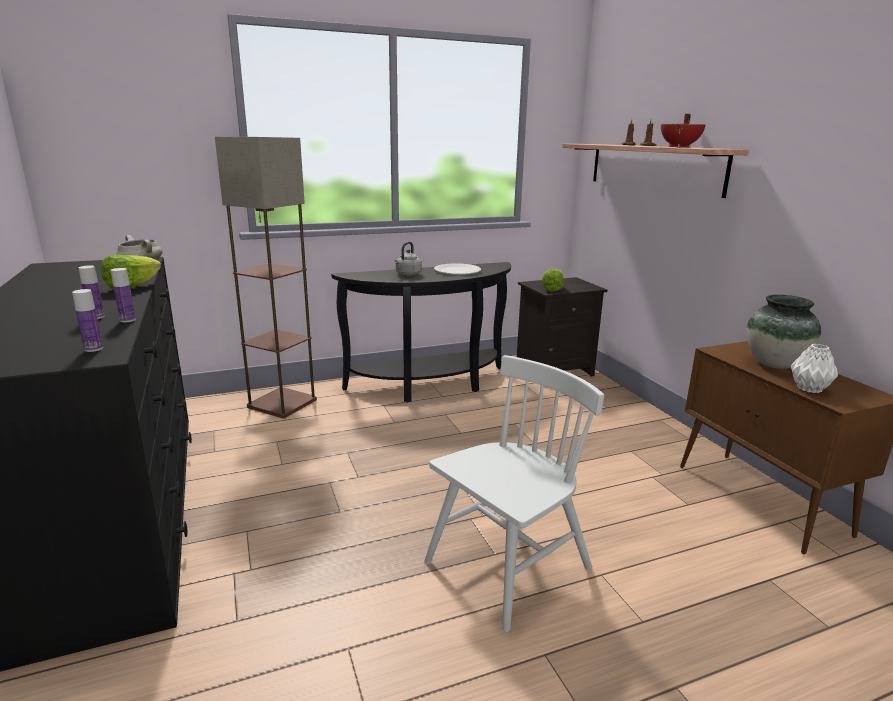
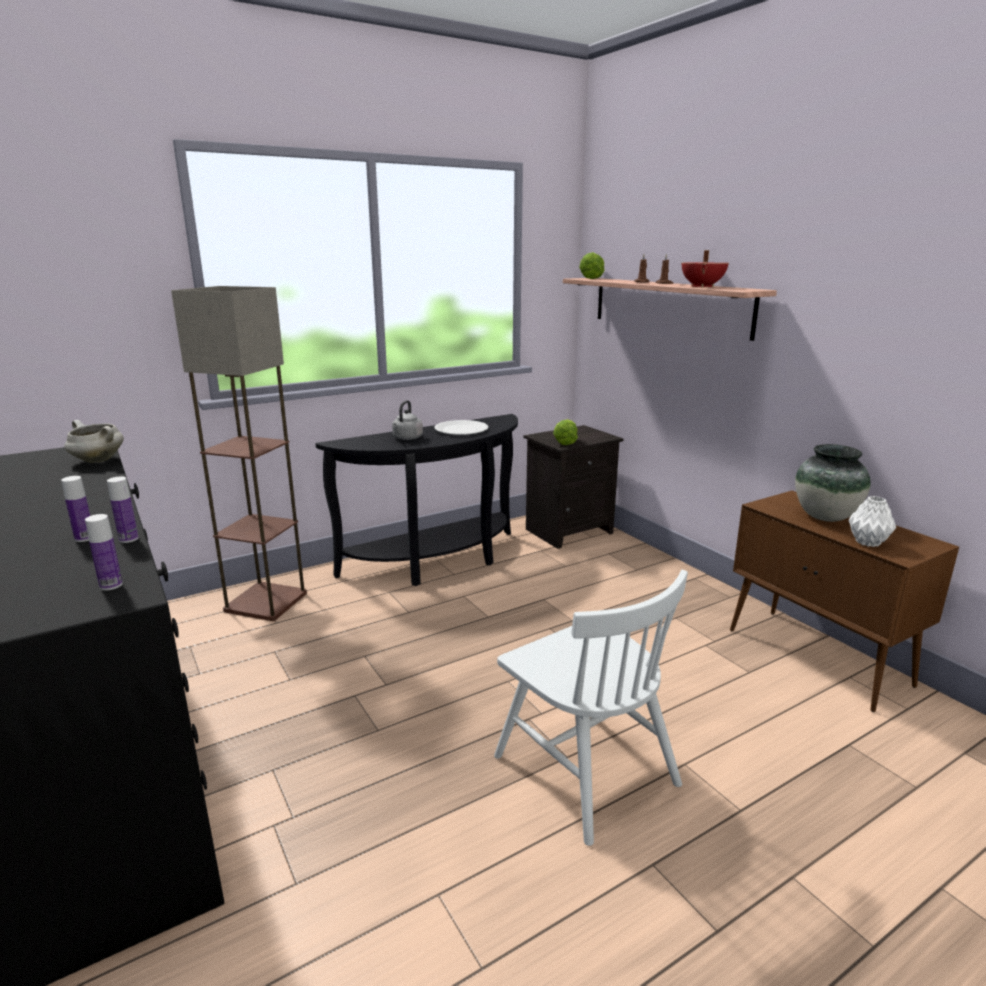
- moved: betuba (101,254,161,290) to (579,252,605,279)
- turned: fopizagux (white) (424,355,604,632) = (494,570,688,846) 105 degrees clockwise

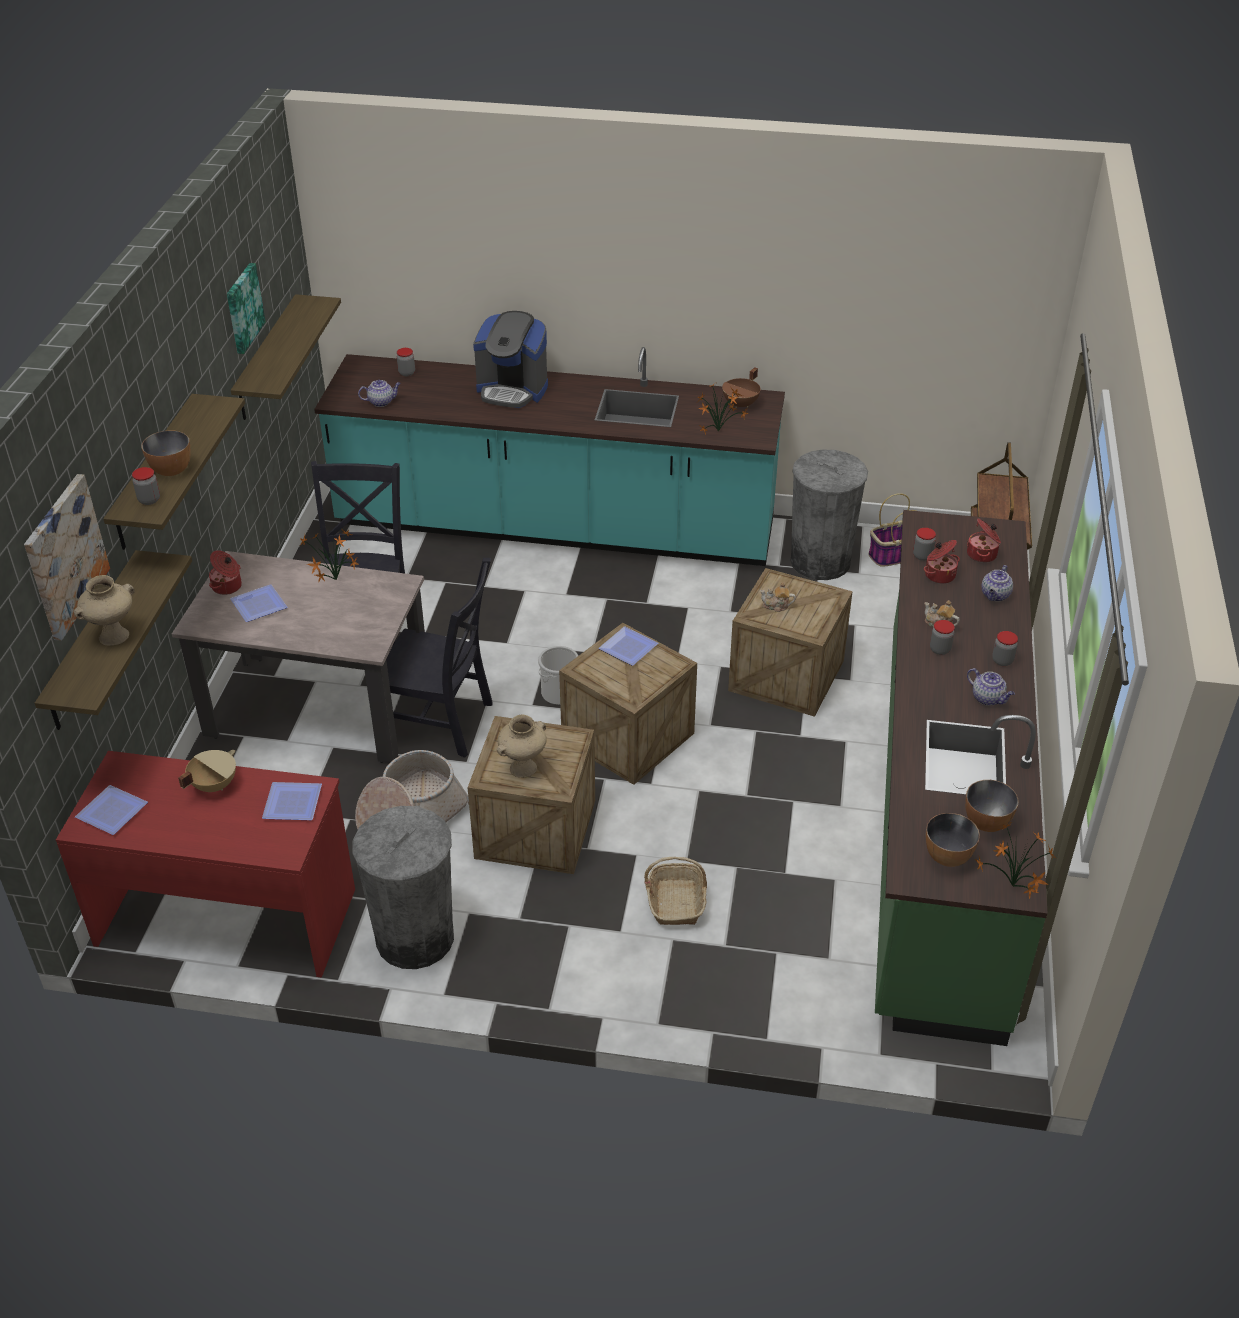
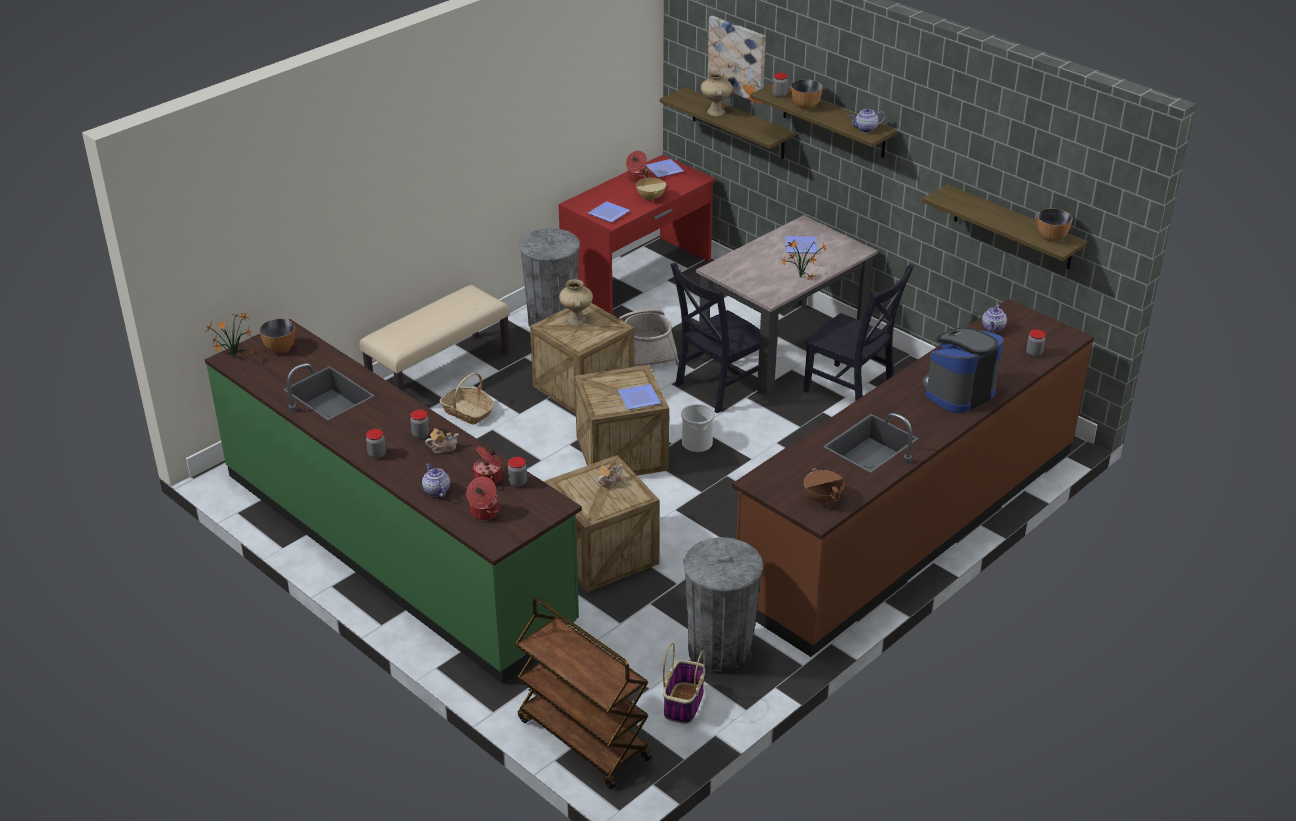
- removed: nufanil (227,263,266,354)
- removed: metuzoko (698,383,749,435)
- added: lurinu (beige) (359,285,510,392)
- moved: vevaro (209,550,242,595) to (626,151,648,183)
- moved: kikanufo (965,780,1018,832) to (1037,209,1073,242)
- moved: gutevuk (967,668,1015,706) to (849,108,885,133)
- recoloured: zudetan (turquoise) (314,347,785,566) to zudetan (brown) (732,299,1094,657)

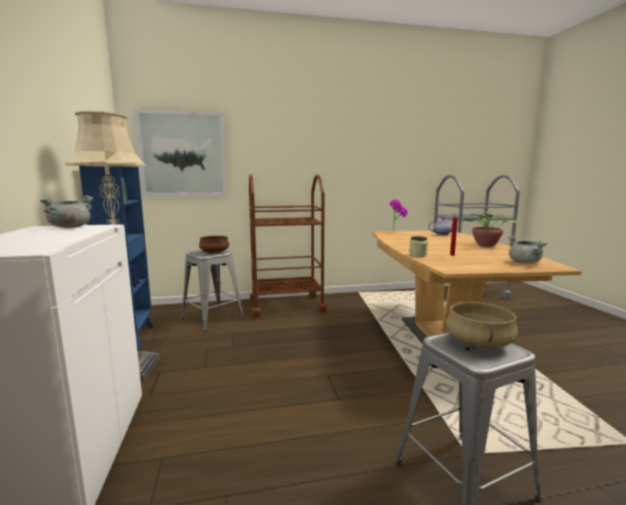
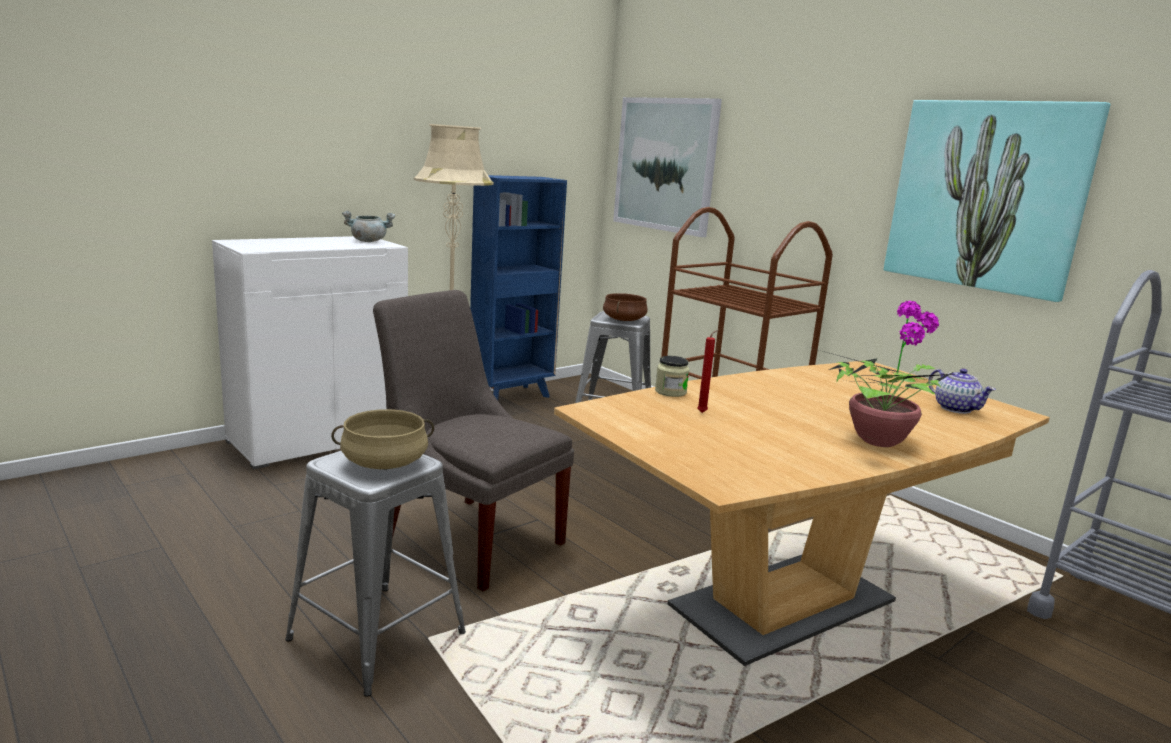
- removed: vevaro (grey) (508,236,547,263)
- added: fopizagux (grey) (373,290,574,592)
- added: nufanil (884,100,1111,302)

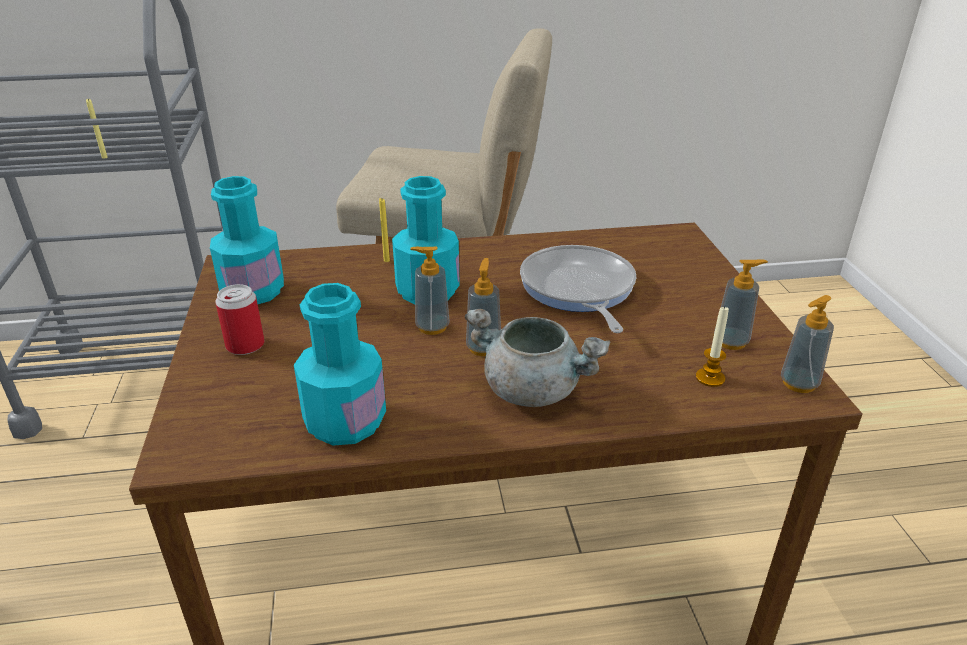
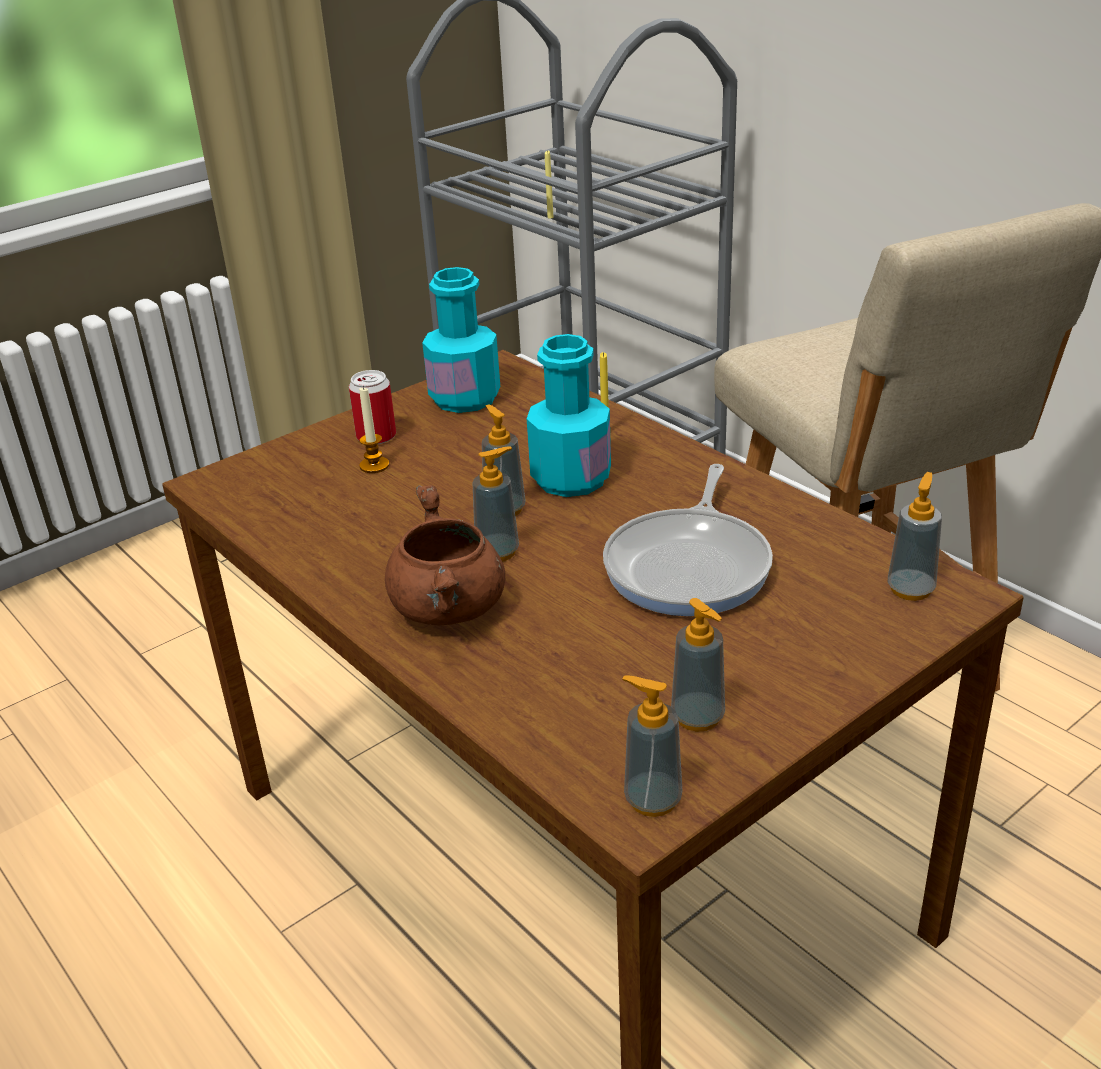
- removed: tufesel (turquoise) (294,283,386,446)
- added: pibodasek (888,472,942,601)
- moved: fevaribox (696,306,729,387) to (359,386,389,473)
- recoloured: vevaro (grey) (465,309,611,407) to vevaro (brown) (385,485,505,625)
- turned: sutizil (520,245,636,333) = (603,464,773,616) 150 degrees clockwise

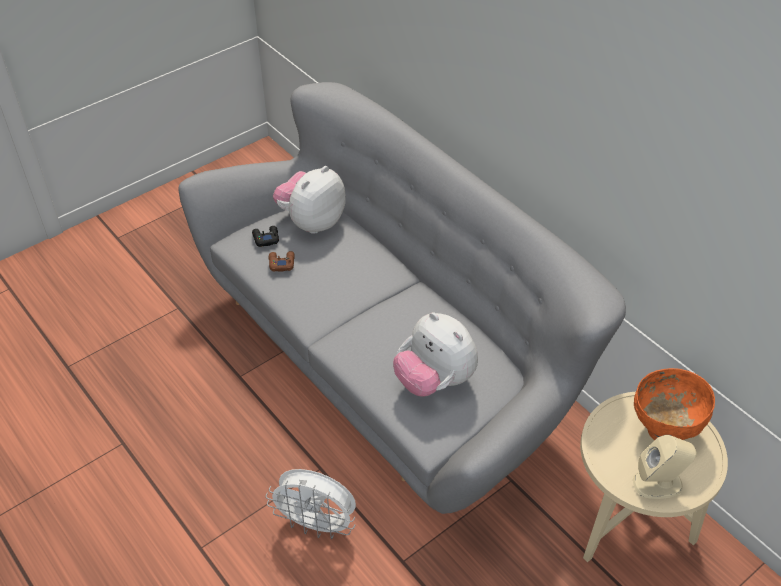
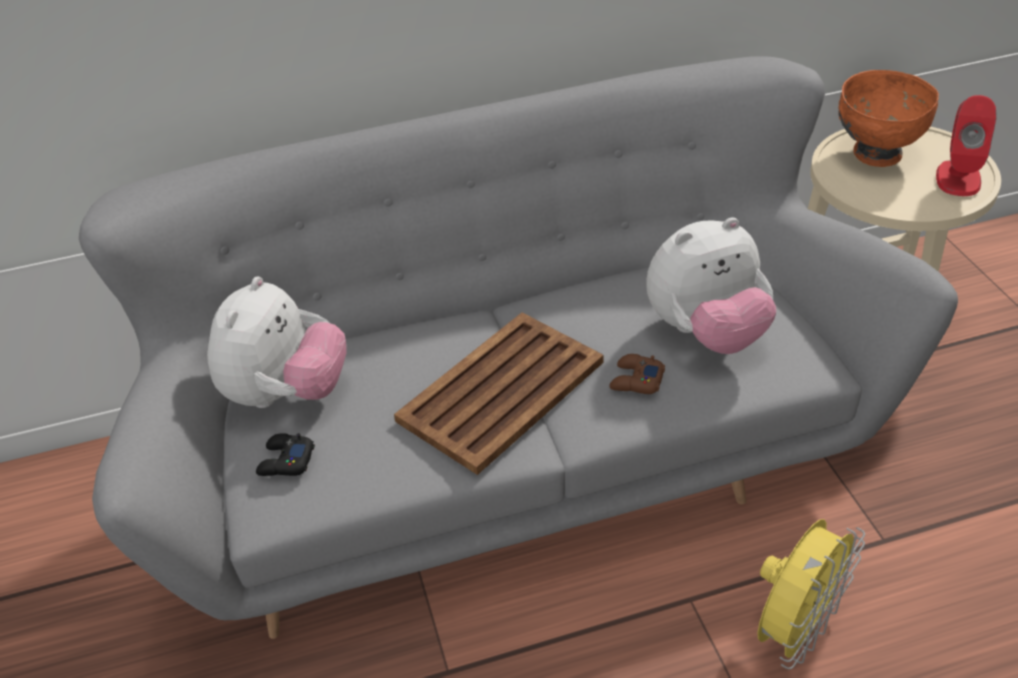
- added: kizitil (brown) (394,312,604,475)
- moved: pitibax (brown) (269,251,295,272) to (609,354,665,394)
- recoloured: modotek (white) (265,469,356,539) to modotek (yellow) (757,519,865,669)
- recoloured: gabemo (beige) (633,435,697,499) to gabemo (red) (936,95,997,196)
- turned: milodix (273,166,346,234) = (207,276,347,408) 135 degrees counterclockwise

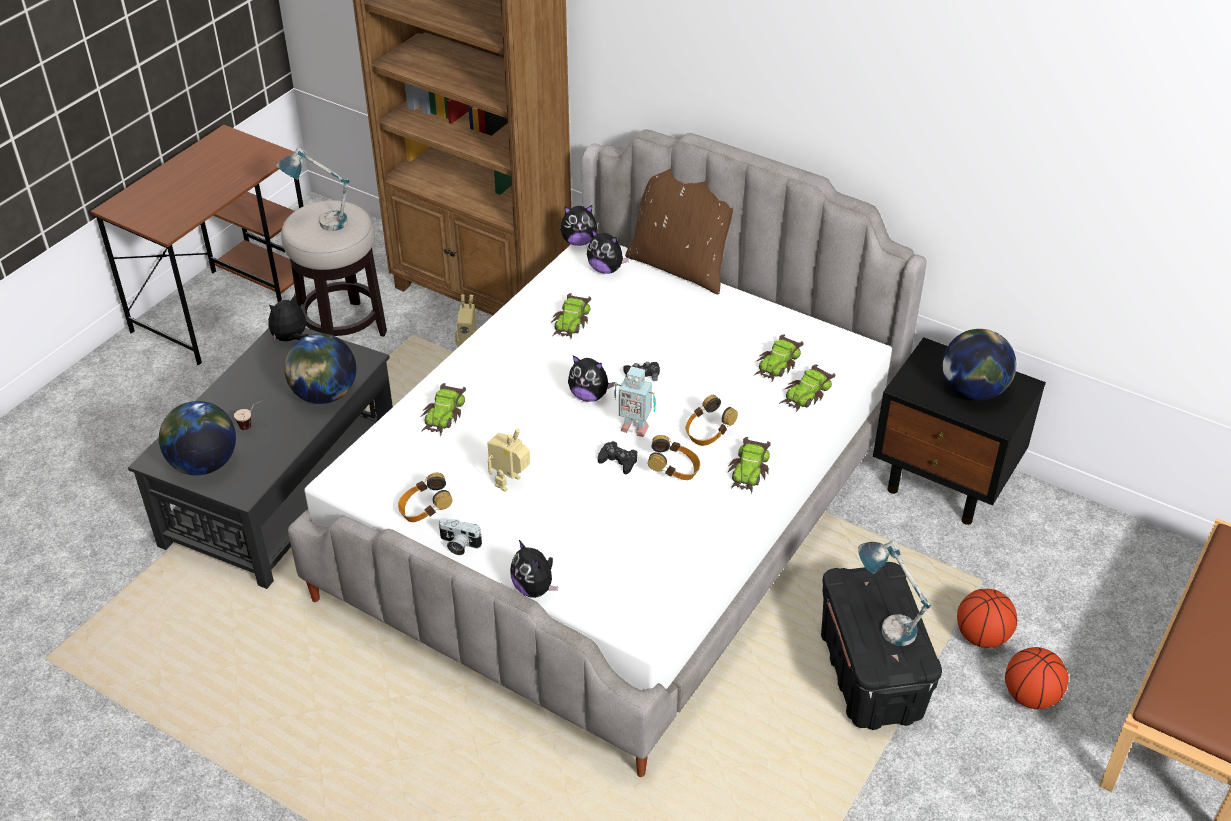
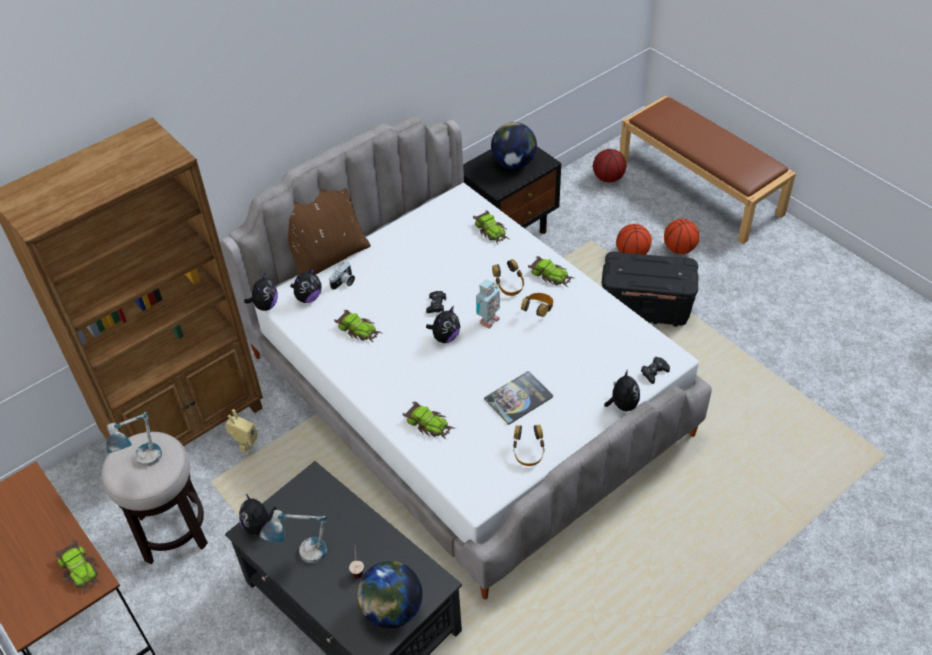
- removed: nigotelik (284,333,356,404)
- added: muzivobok (593,149,626,183)
- moved: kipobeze (438,518,482,555) to (329,262,355,290)
- moved: pitibax (black) (598,441,637,475) to (641,357,670,384)
- moved: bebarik (755,335,804,383) to (55,540,101,595)
- moved: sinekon (858,540,931,646) to (259,510,327,563)
- replaced: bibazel (487,428,530,492) to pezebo (484,371,553,425)
- turned: milodix (510,540,558,598) = (604,369,640,411) 75 degrees counterclockwise

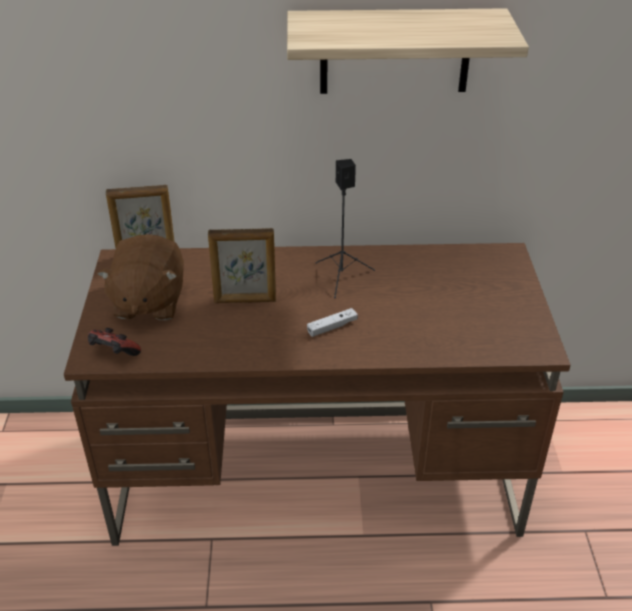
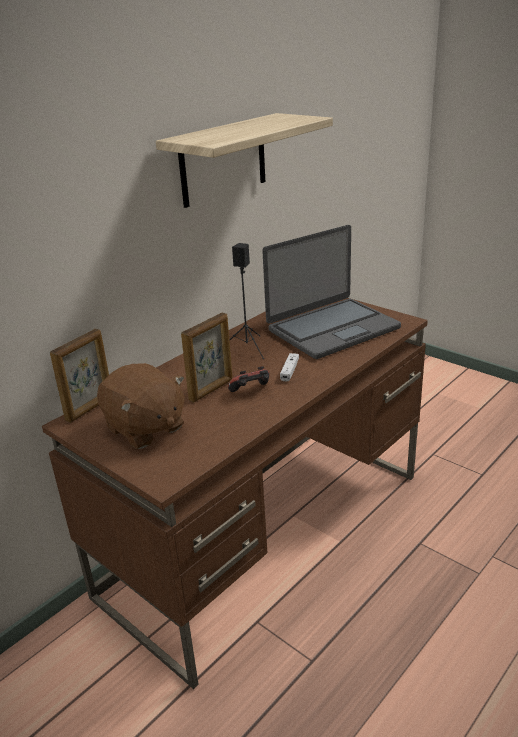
- added: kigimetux (262,225,401,359)
- moved: pitibax (88,328,141,356) to (228,366,269,392)

